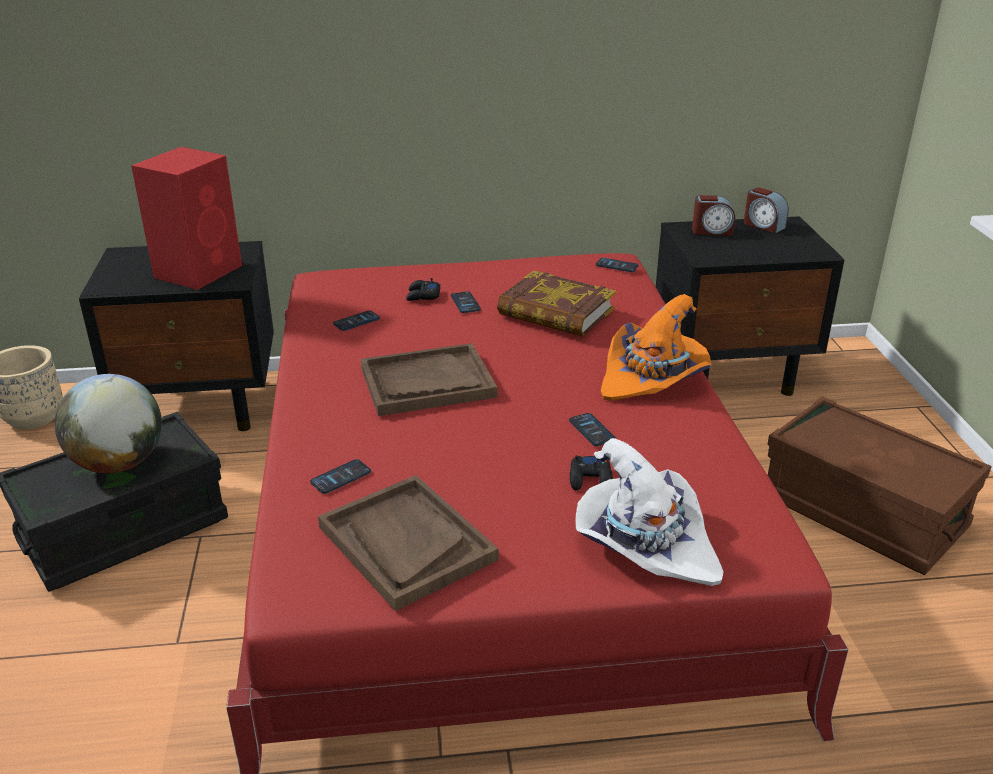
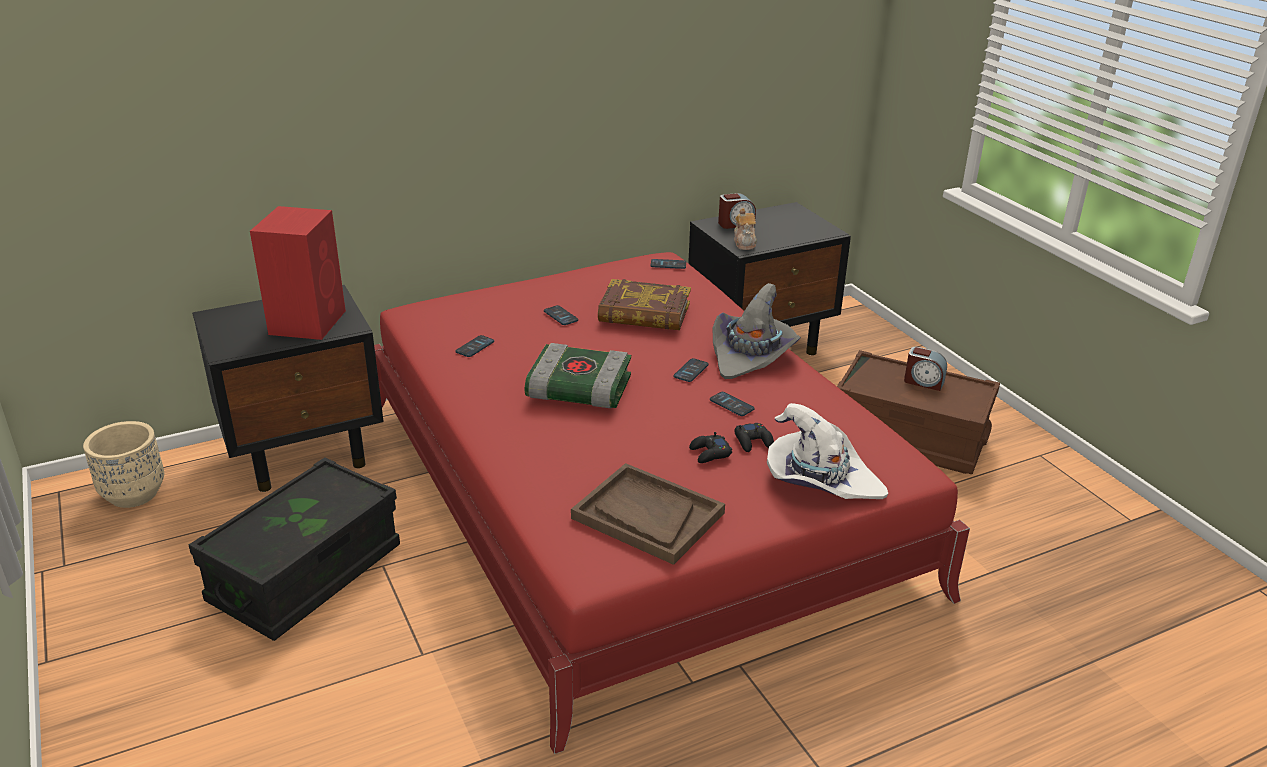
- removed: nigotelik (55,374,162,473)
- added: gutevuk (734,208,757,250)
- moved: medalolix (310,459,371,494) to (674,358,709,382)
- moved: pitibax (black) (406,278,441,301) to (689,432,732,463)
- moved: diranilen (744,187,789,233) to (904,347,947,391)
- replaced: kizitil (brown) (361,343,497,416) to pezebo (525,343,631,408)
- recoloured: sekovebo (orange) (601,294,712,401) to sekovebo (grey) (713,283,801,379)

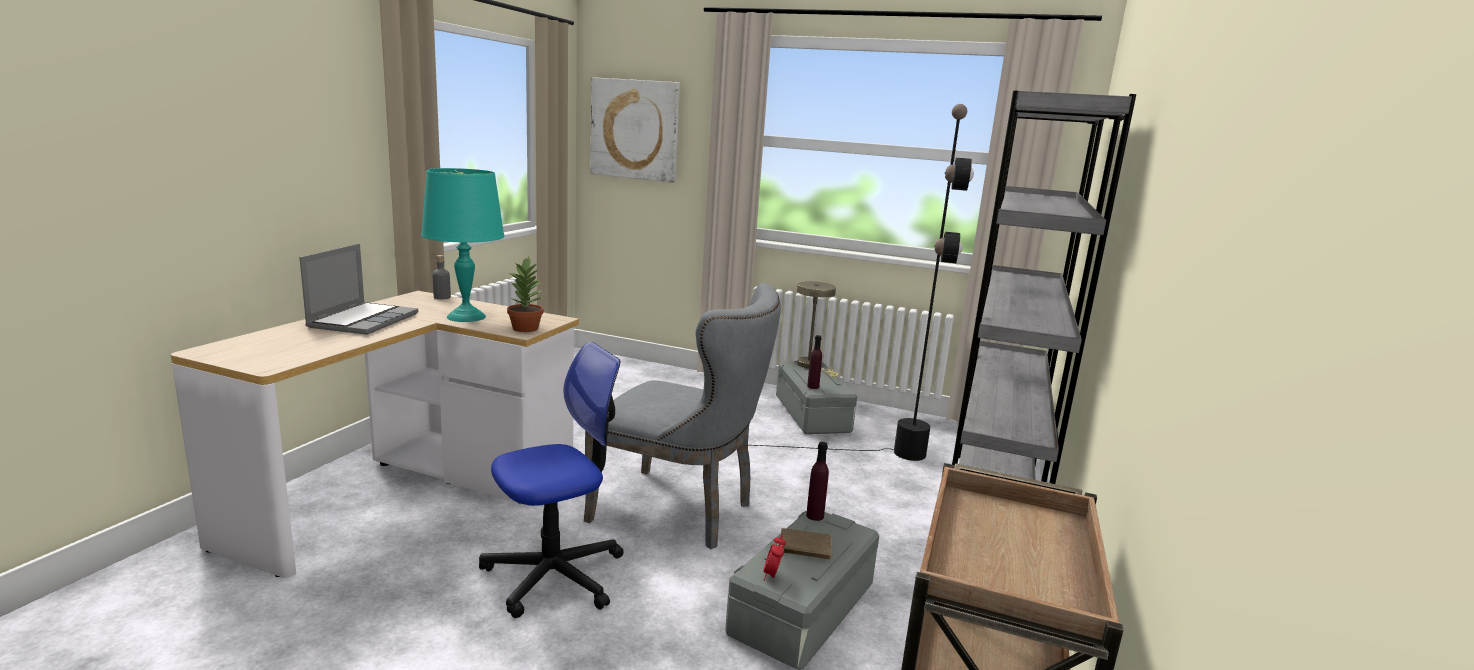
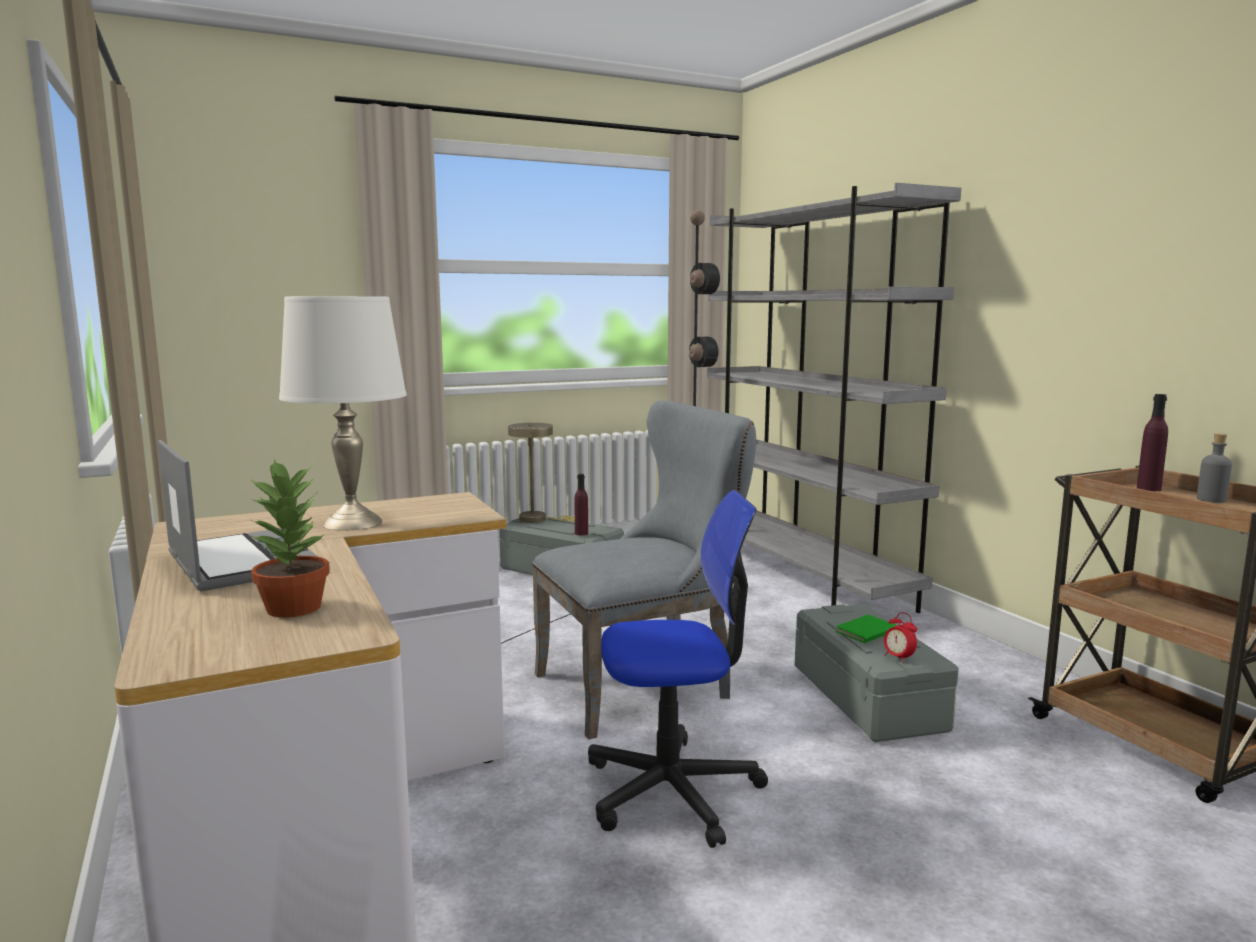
- removed: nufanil (590,77,680,183)
- moved: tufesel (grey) (432,255,451,299) to (1197,433,1232,503)
- moved: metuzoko (507,257,543,332) to (251,459,330,618)
- moved: tufesel (purple) (806,442,829,521) to (1137,394,1168,491)
- recoloured: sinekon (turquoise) (421,168,505,322) to sinekon (white) (279,296,407,531)
- recoloured: pezebo (brown) (780,528,834,562) to pezebo (green) (836,615,897,643)
- turned: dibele (479,342,624,618) = (588,490,768,848) 75 degrees clockwise

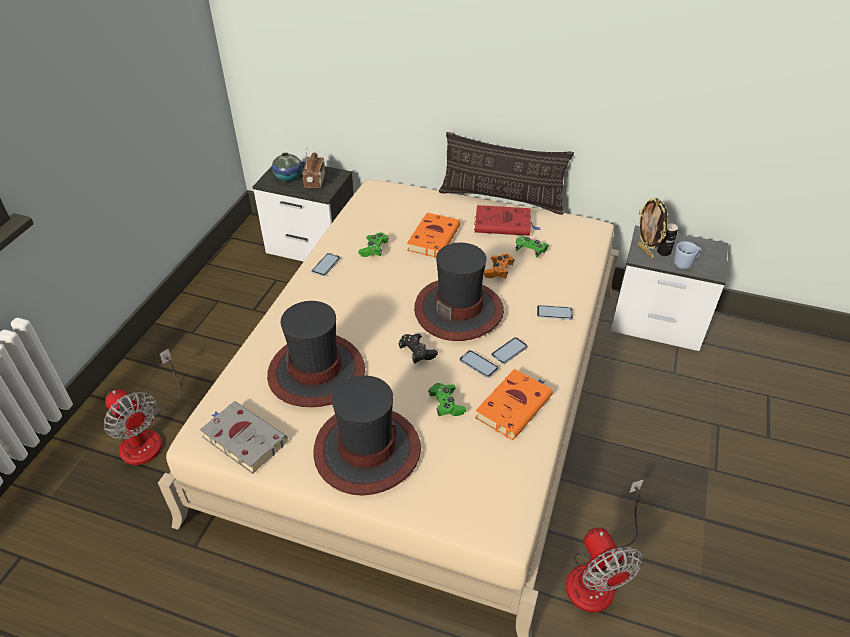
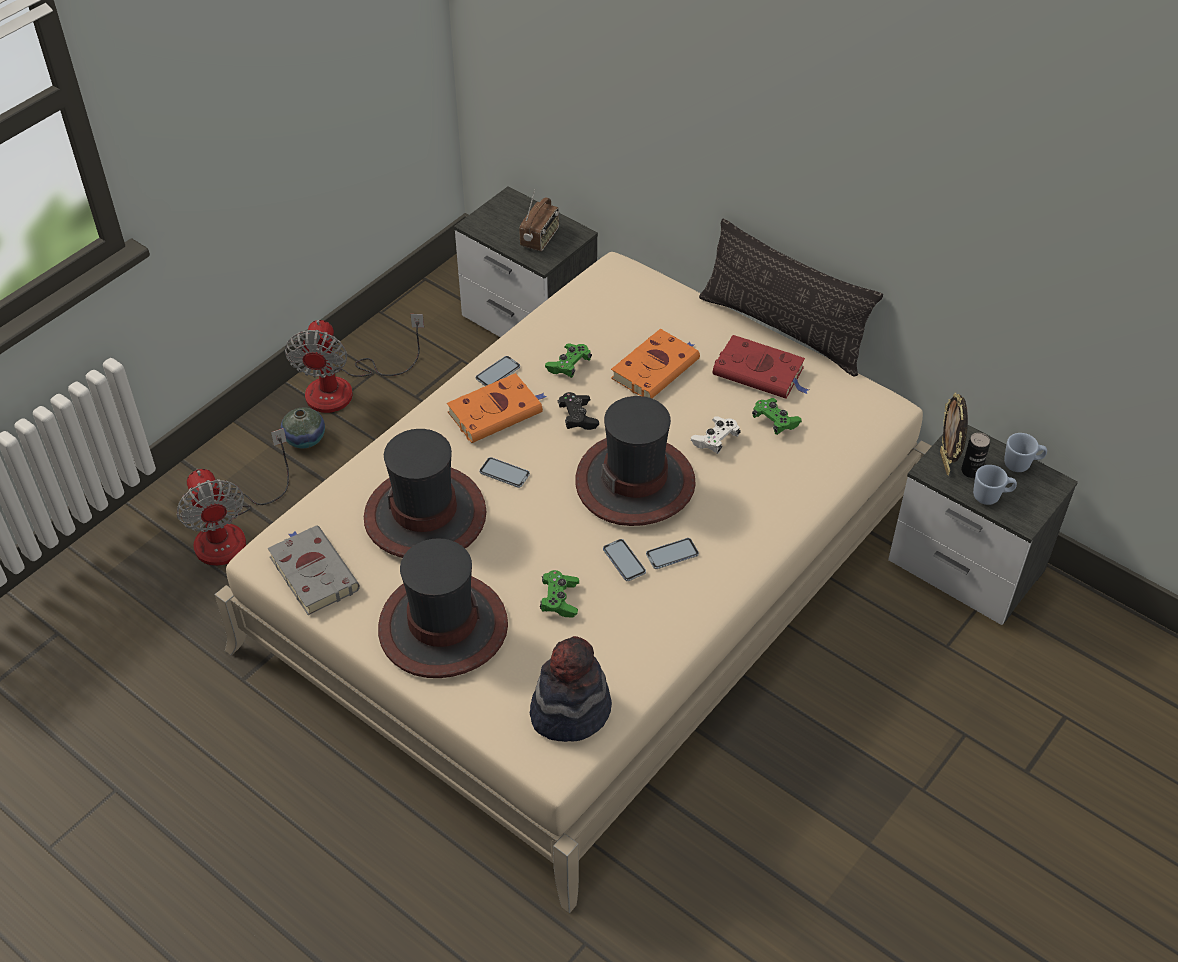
- added: sekovebo (530,636,612,742)
- added: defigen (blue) (1004,433,1047,472)
- moved: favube (272,153,302,181) to (281,407,325,448)
- moved: pitibax (black) (398,334,438,363) to (557,392,599,430)
- moved: pezebo (orange) (475,369,553,440) to (447,373,547,443)
- moved: medalolix (537,305,573,320) to (479,457,530,488)
- moved: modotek (566,480,643,613) to (285,314,424,413)
- recoloured: pitibax (orange) (484,253,514,279) to pitibax (white) (690,416,741,454)

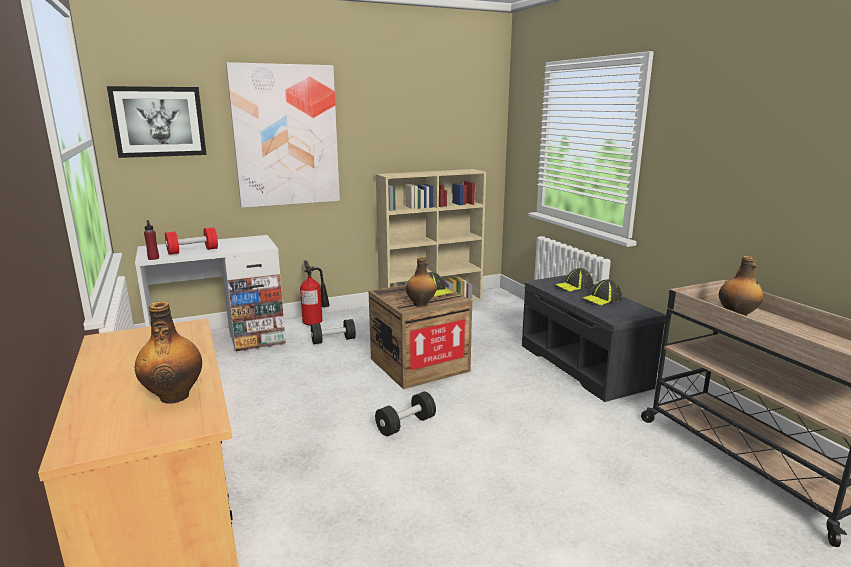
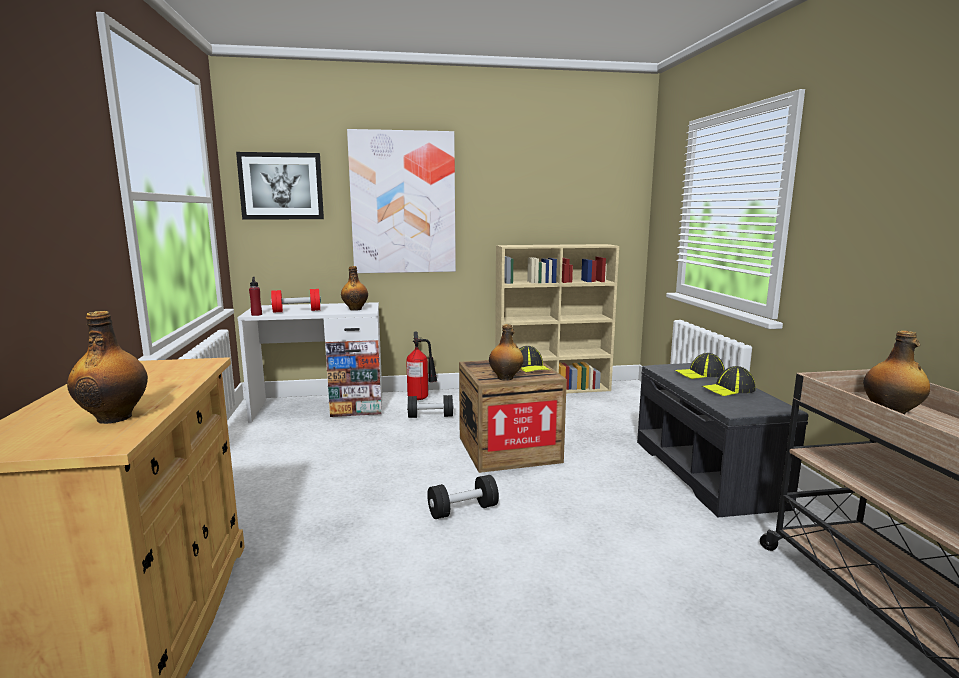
- added: tufesel (341,266,368,311)

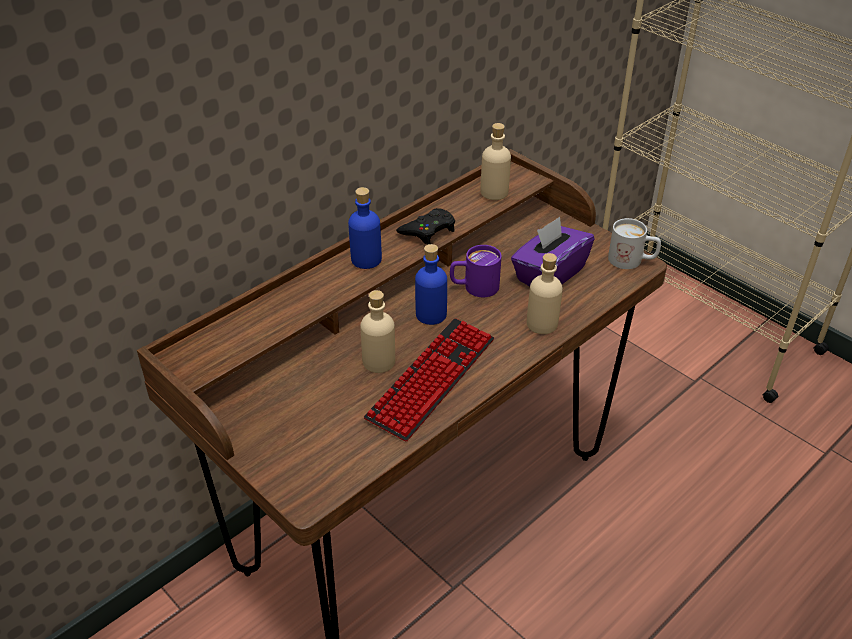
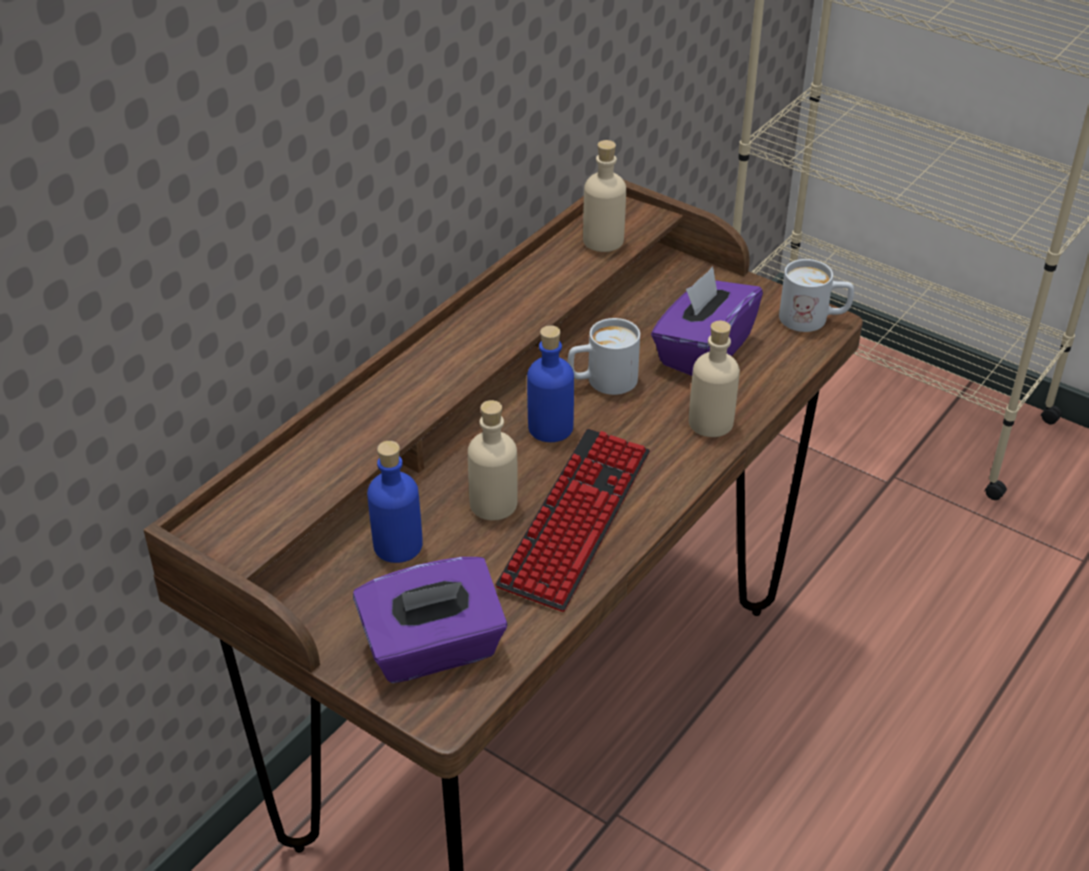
- removed: pitibax (black) (396,208,455,244)
- added: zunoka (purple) (353,557,507,683)
- moved: tufesel (blue) (348,187,382,269) to (367,441,423,563)
- recoloured: defigen (purple) (450,245,501,297) to defigen (white) (568,318,640,395)

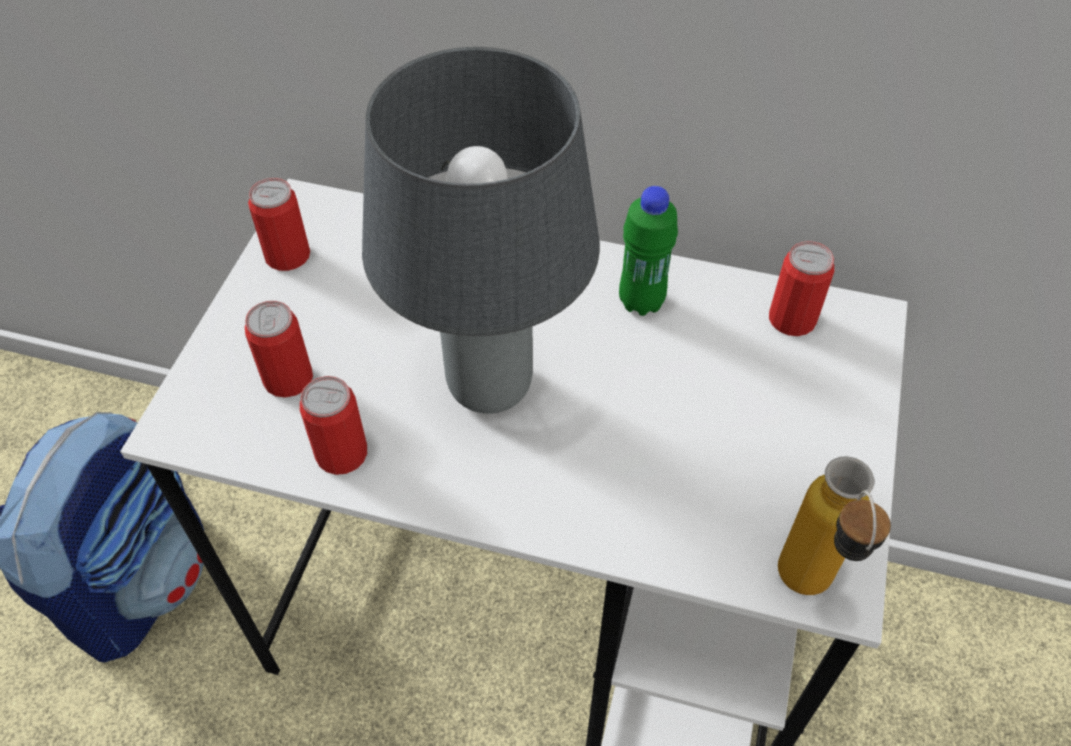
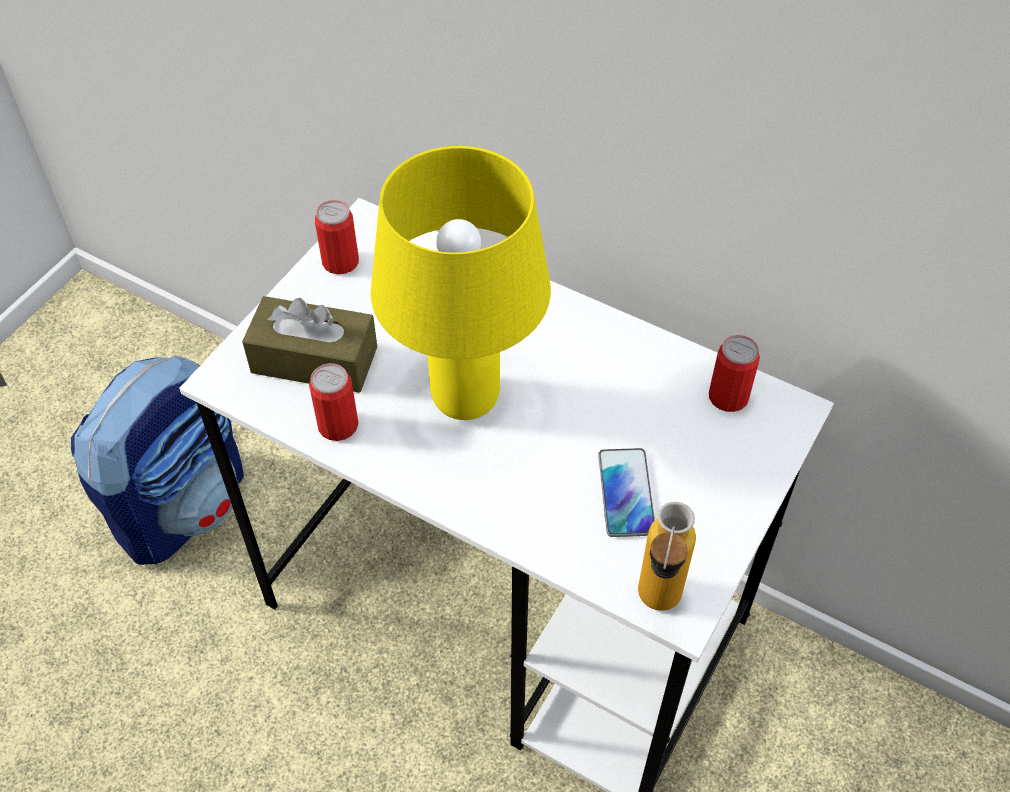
- removed: tufesel (green) (619,186,678,316)
- added: medalolix (598,448,655,537)
- replaced: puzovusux (245,301,313,398) to zunoka (brown) (242,296,377,393)
- recoloured: sinekon (grey) (362,47,600,414) to sinekon (yellow) (371,146,551,420)

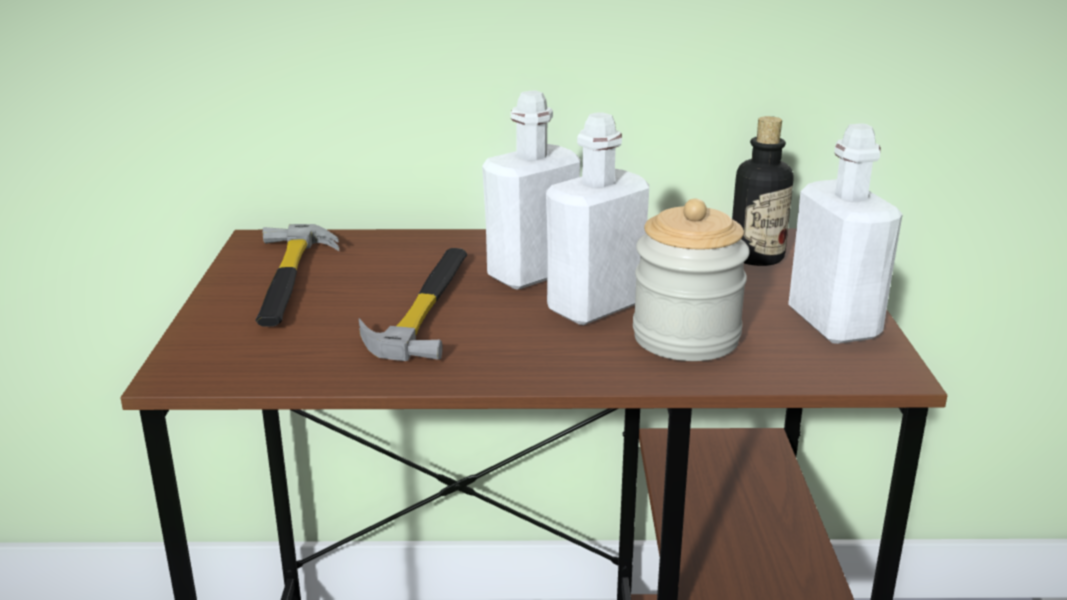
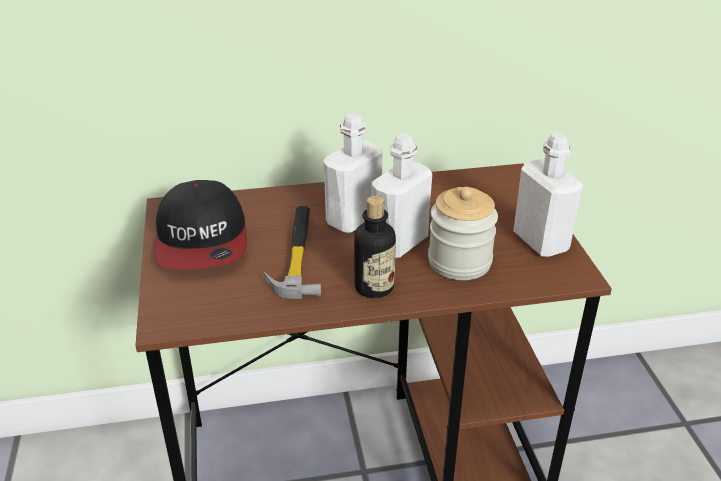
- moved: tufesel (732,116,793,266) to (354,196,396,298)
- replaced: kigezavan (255,224,339,327) to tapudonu (155,180,247,269)

